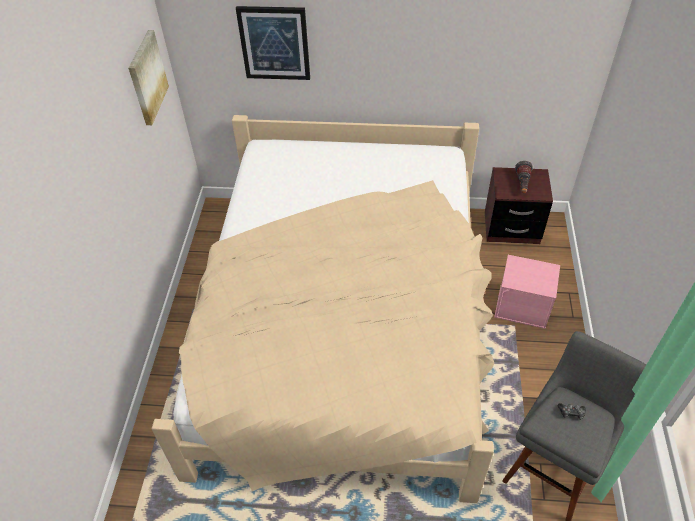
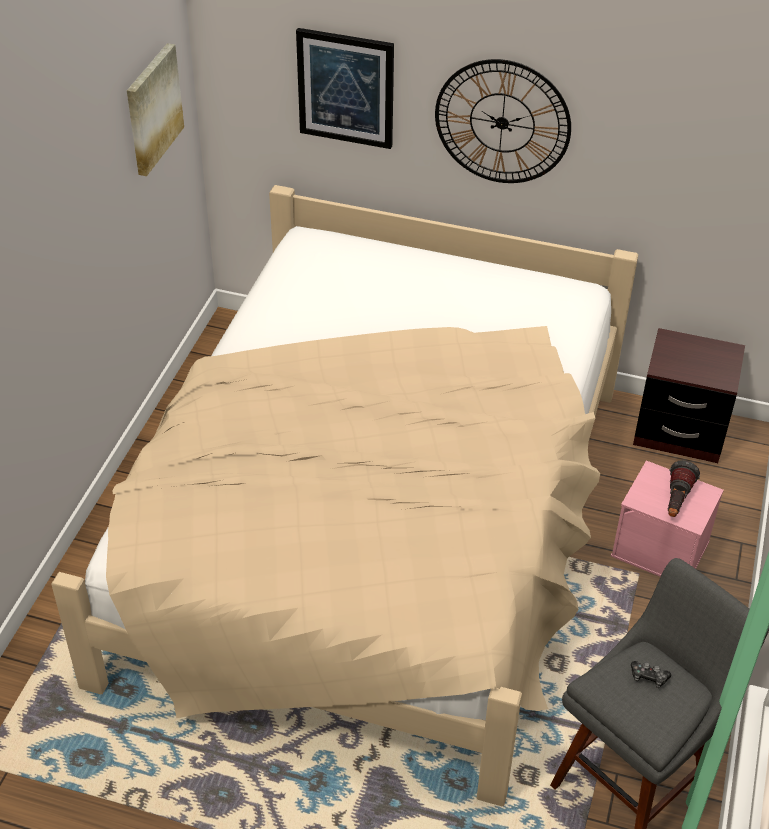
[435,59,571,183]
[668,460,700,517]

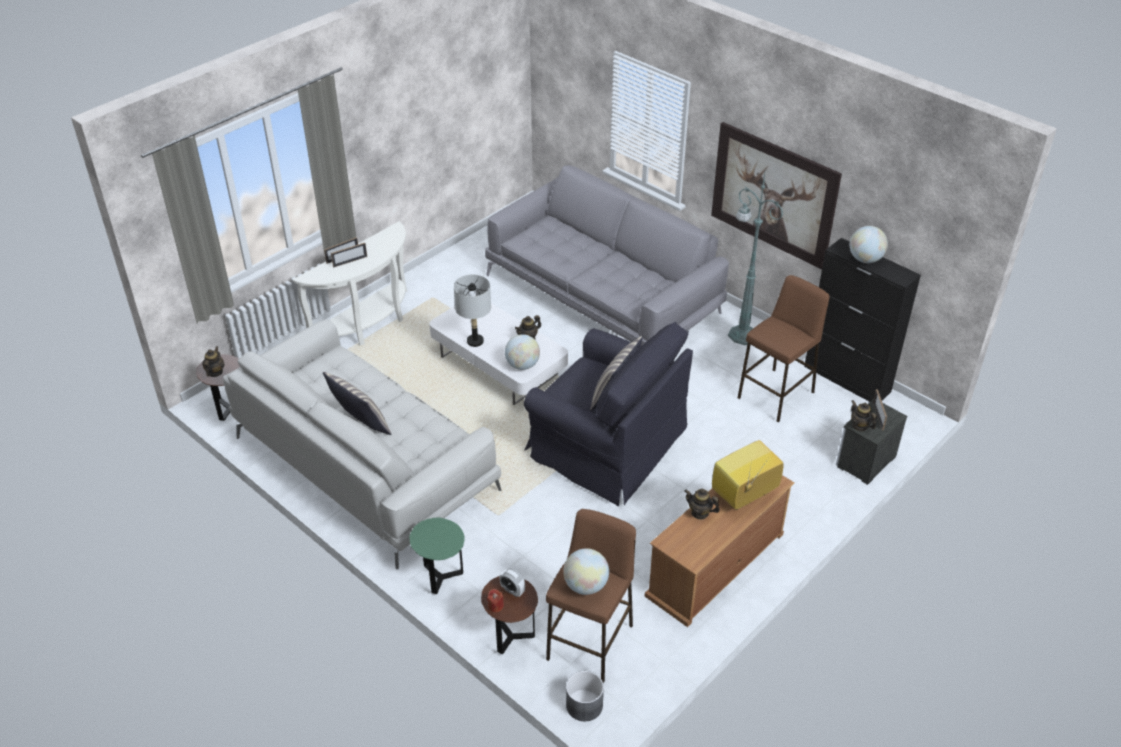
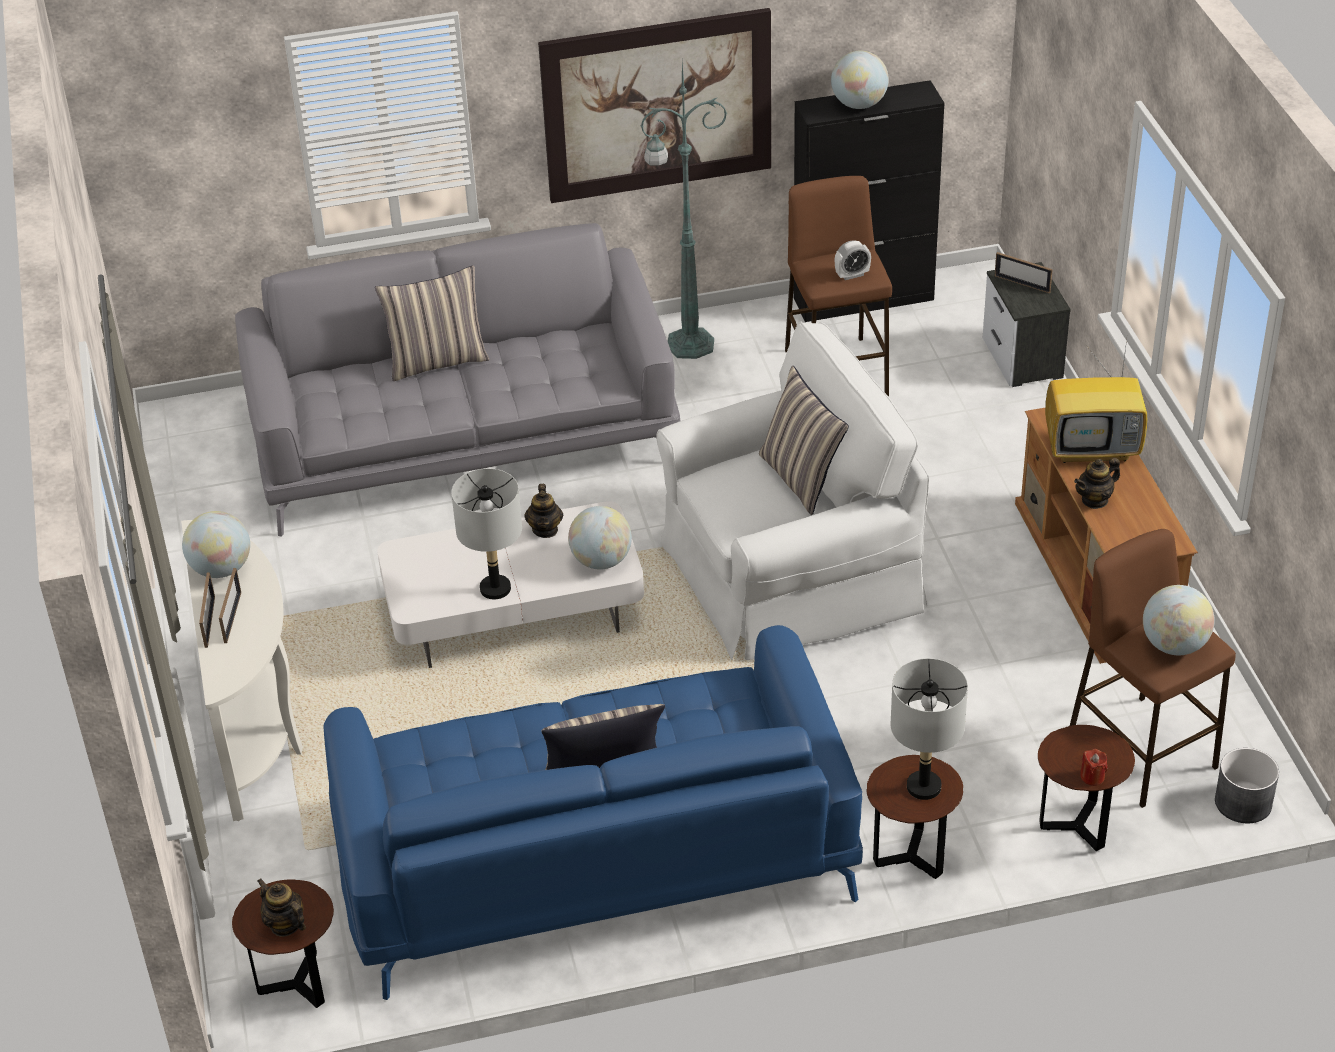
[182,511,250,578]
[323,625,863,1000]
[375,265,489,381]
[656,321,929,660]
[835,240,871,280]
[867,755,963,879]
[891,658,968,800]
[1045,332,1148,463]
[851,400,877,431] (first image)

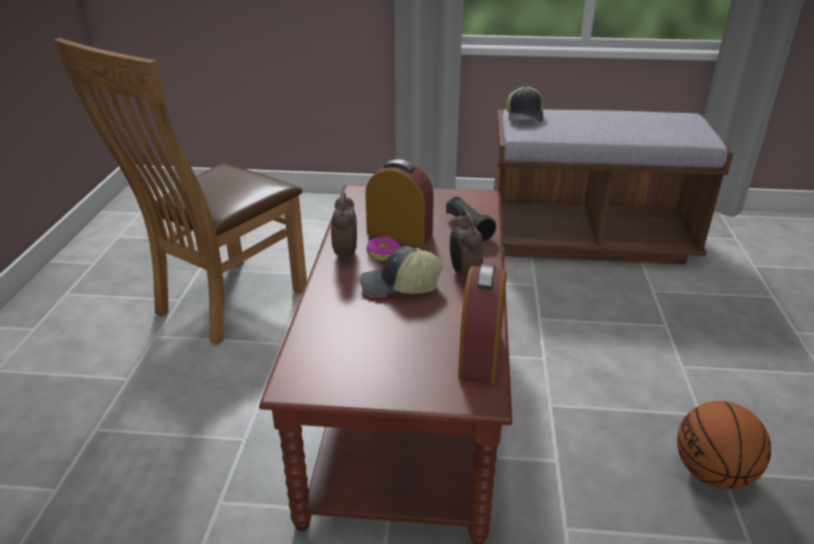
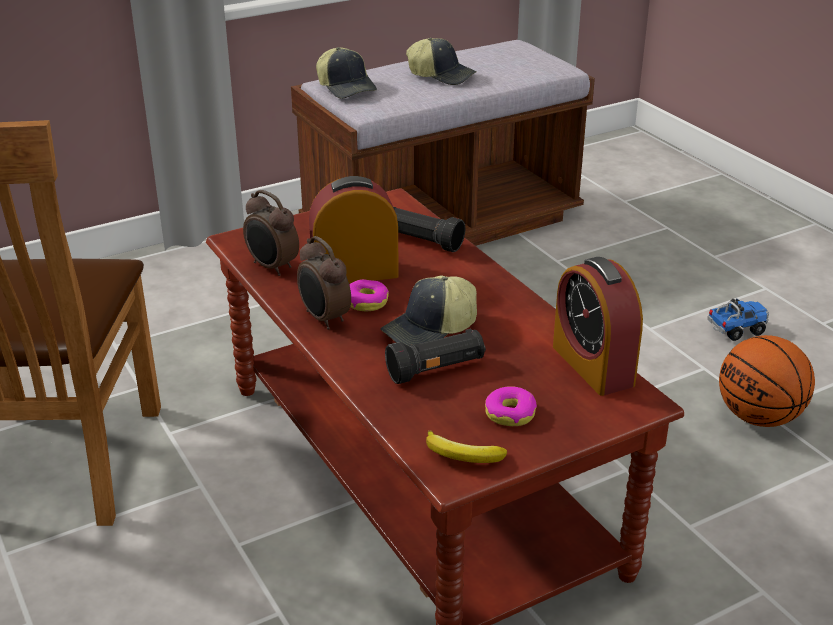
[243,190,299,276]
[385,329,486,384]
[406,38,477,85]
[426,430,507,463]
[485,386,537,426]
[708,298,769,341]

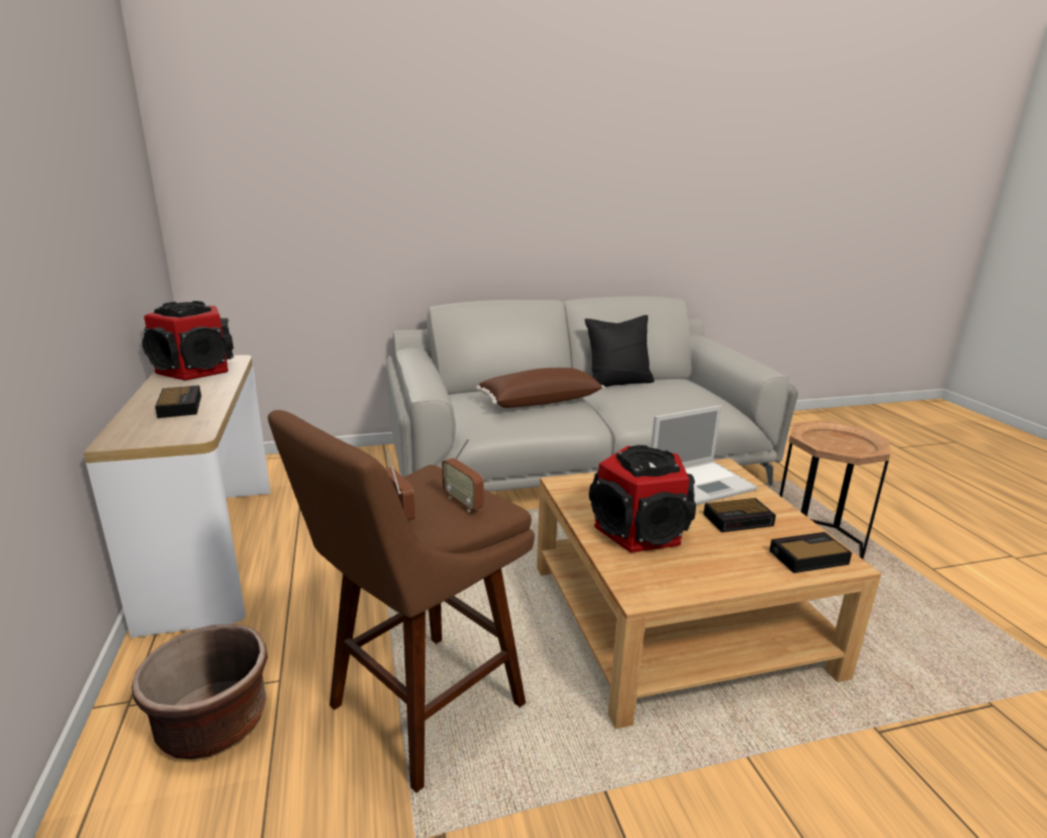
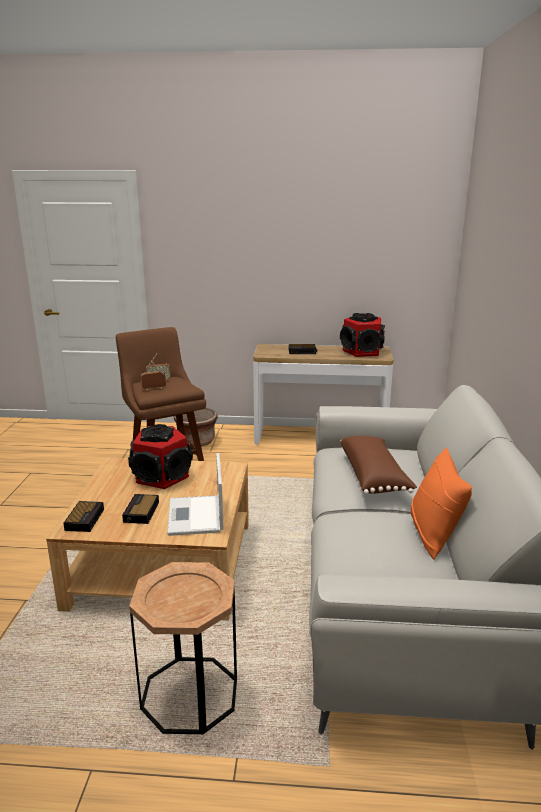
[411,448,472,560]

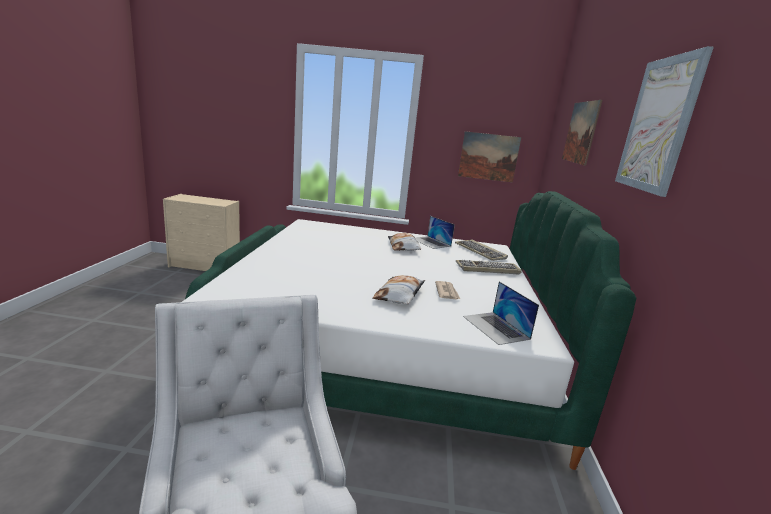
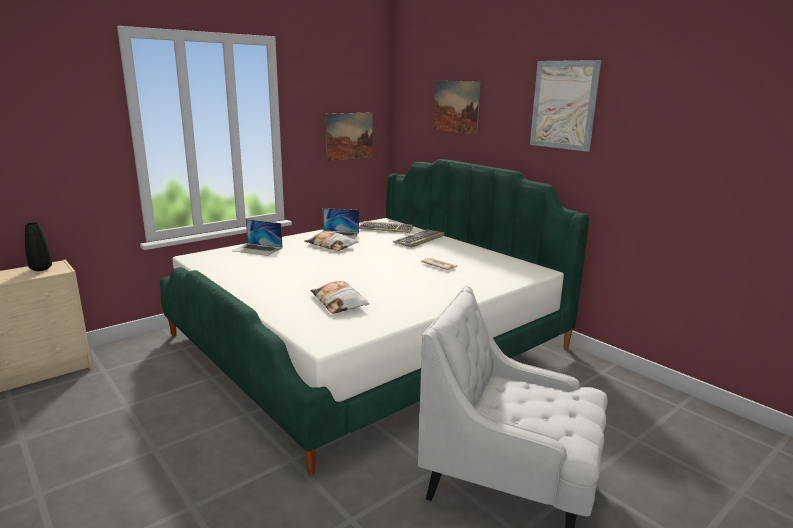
[25,222,52,271]
[232,219,283,256]
[310,281,369,314]

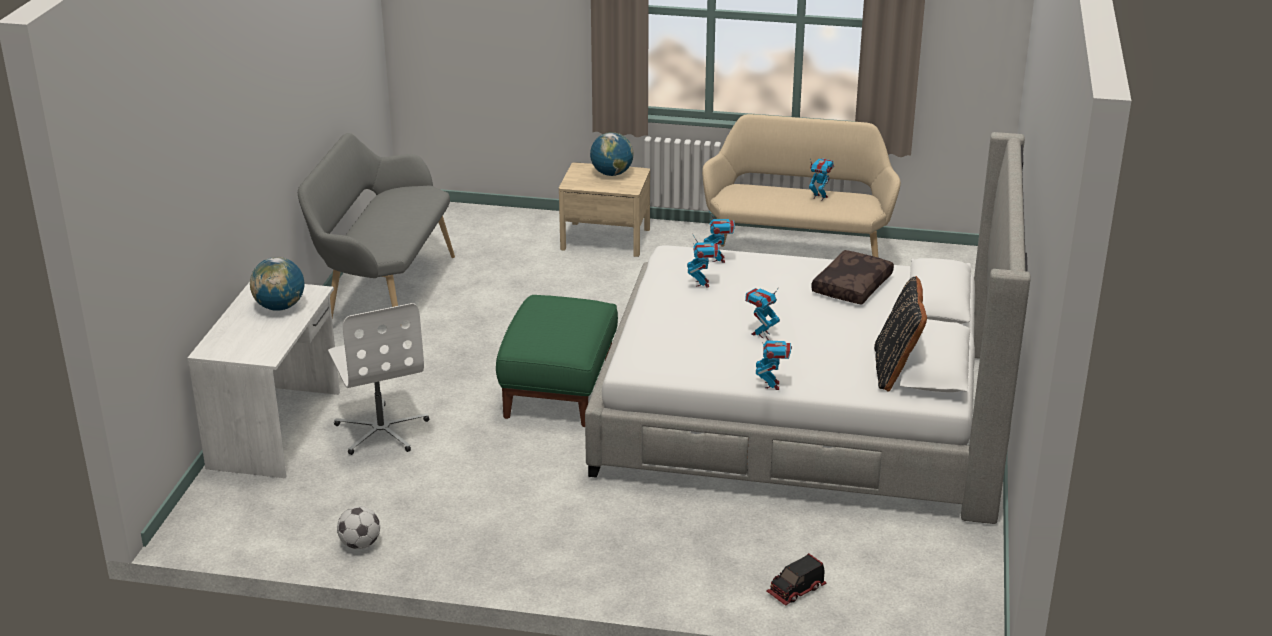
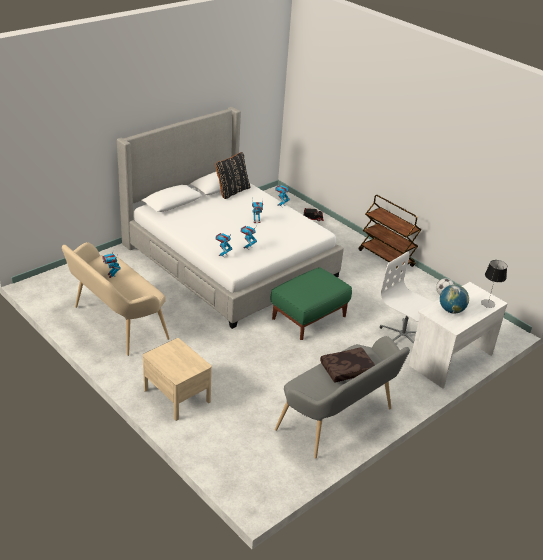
[320,347,375,383]
[358,195,421,269]
[380,252,434,344]
[481,260,507,308]
[590,132,634,176] (first image)

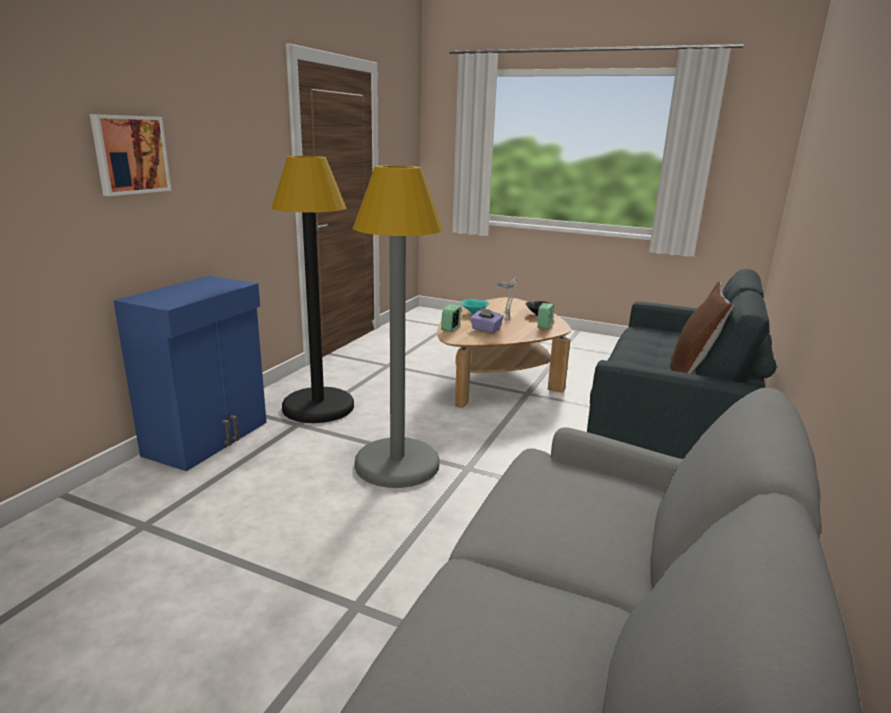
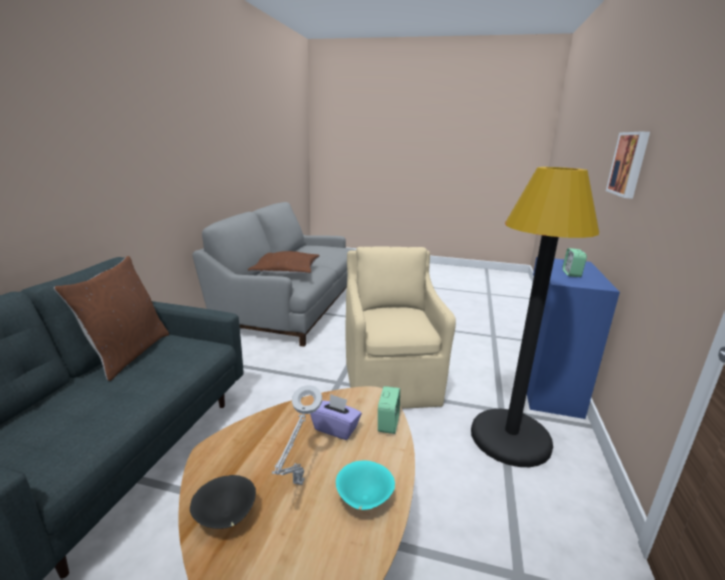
[248,251,320,275]
[345,246,456,409]
[562,248,587,277]

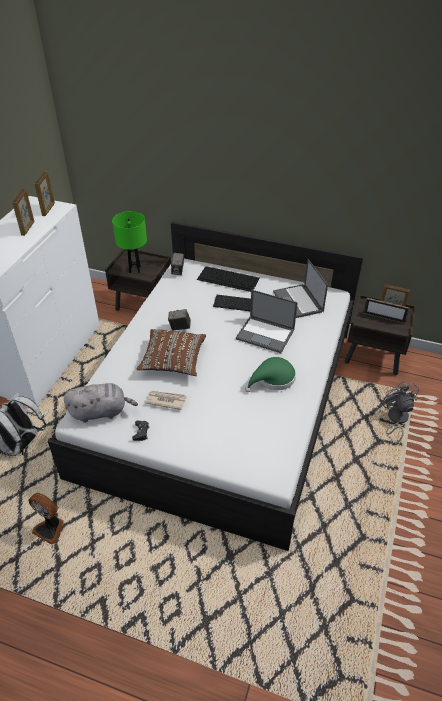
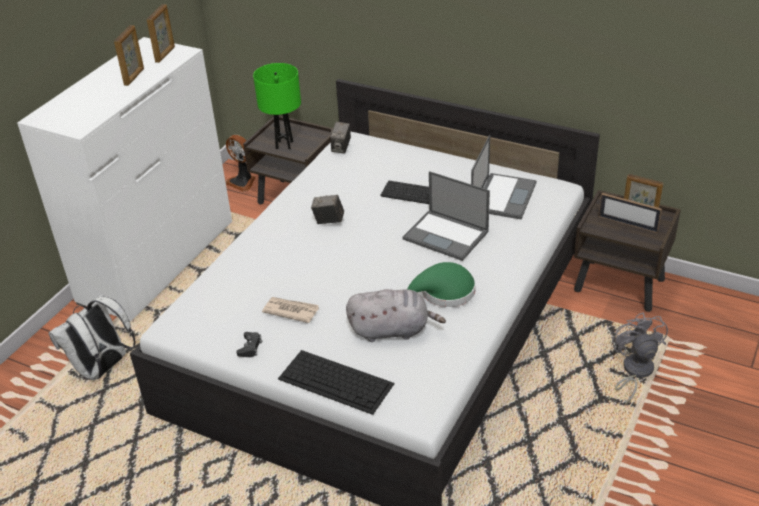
[226,135,255,192]
[278,350,395,415]
[346,289,446,342]
[471,135,537,219]
[137,329,206,376] (first image)

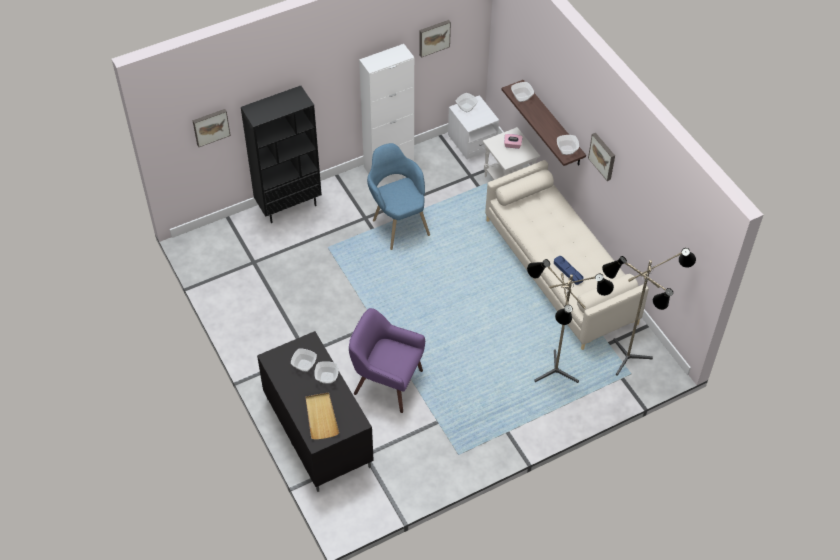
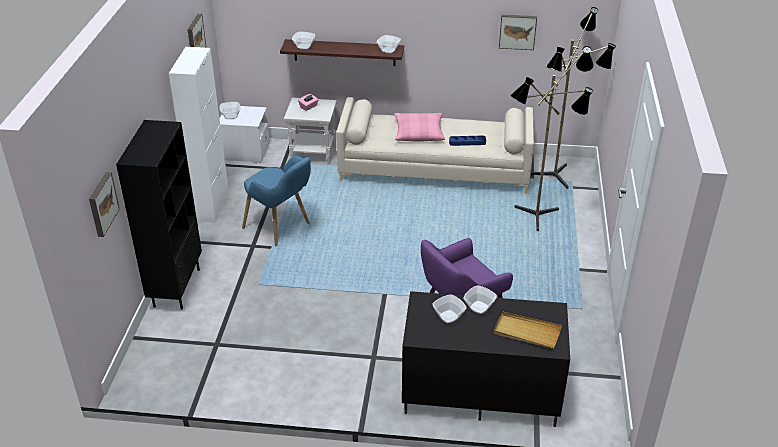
[242,156,311,246]
[394,113,445,141]
[499,14,537,50]

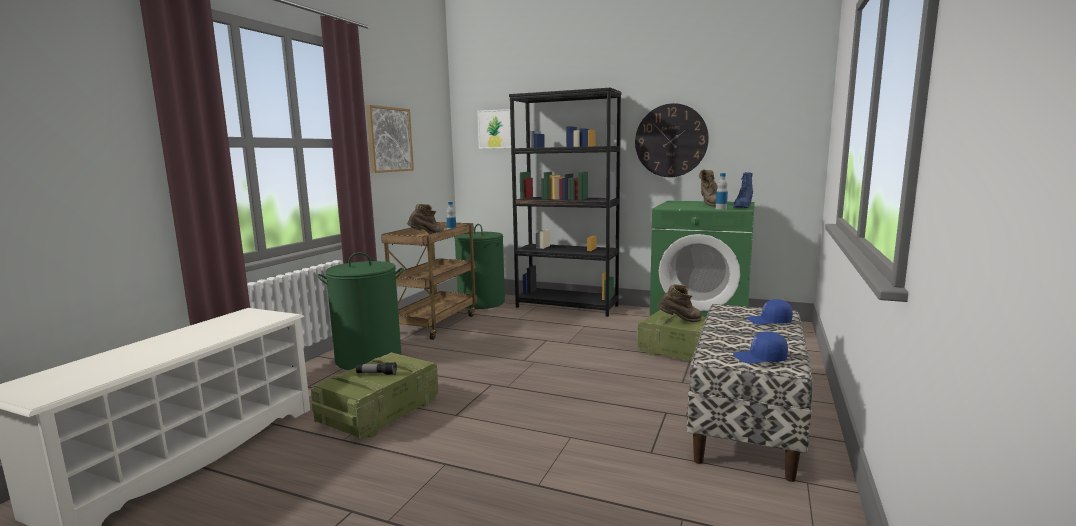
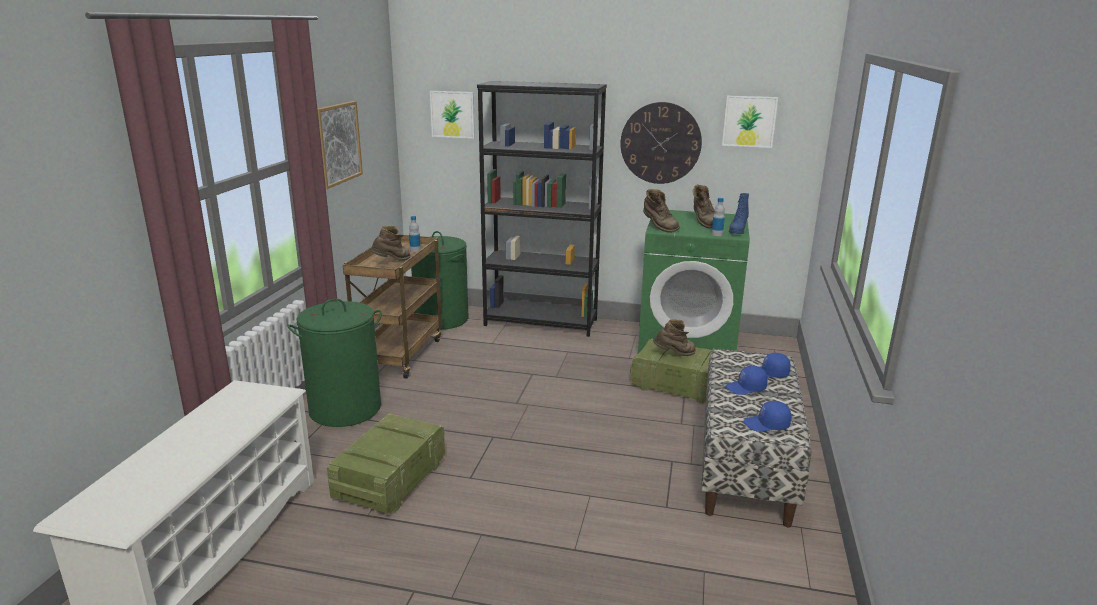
[643,189,680,233]
[722,96,778,148]
[726,366,768,395]
[356,362,397,375] (first image)

